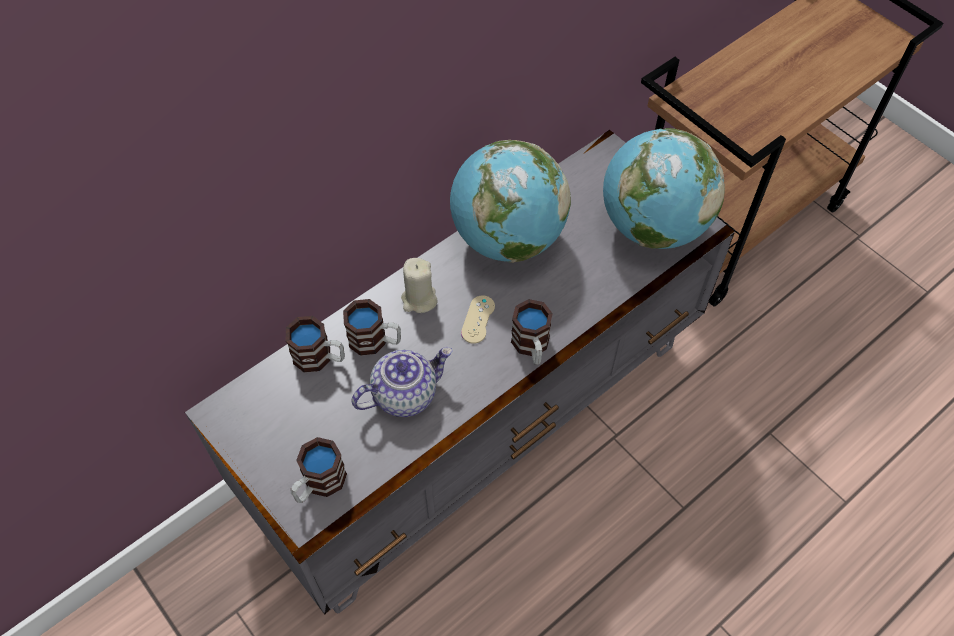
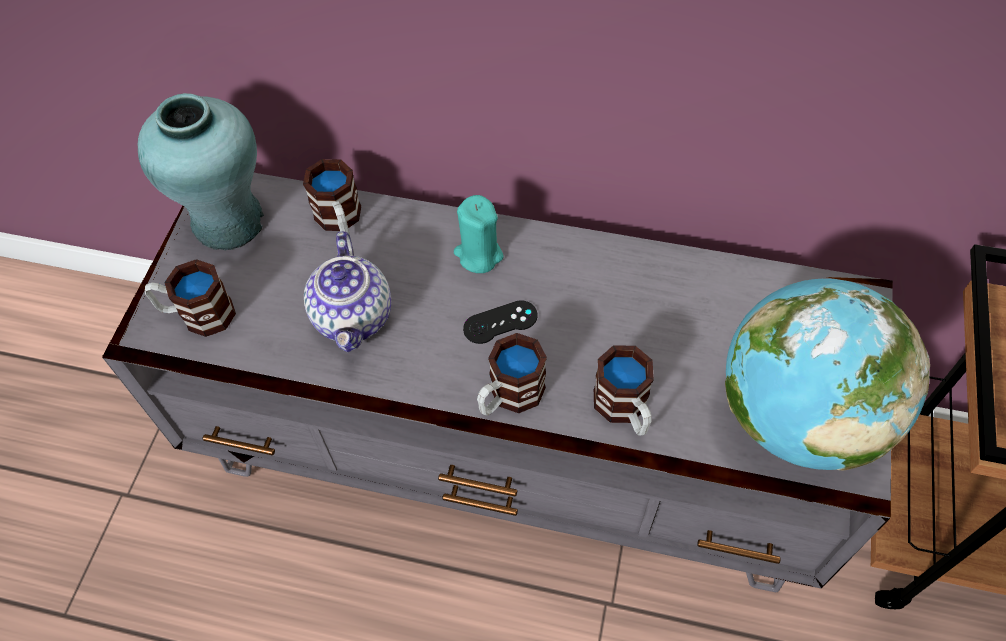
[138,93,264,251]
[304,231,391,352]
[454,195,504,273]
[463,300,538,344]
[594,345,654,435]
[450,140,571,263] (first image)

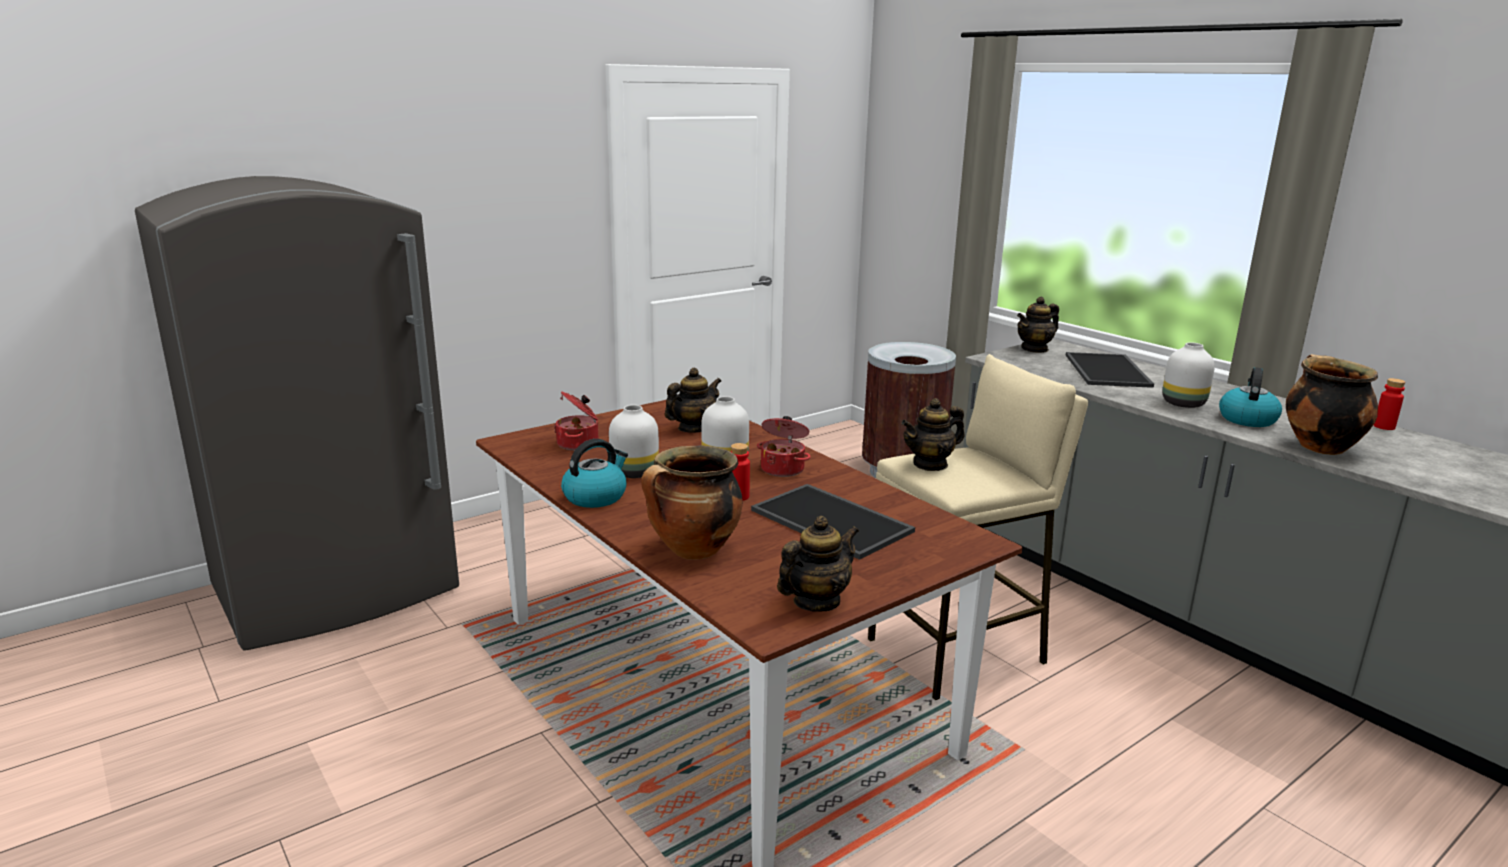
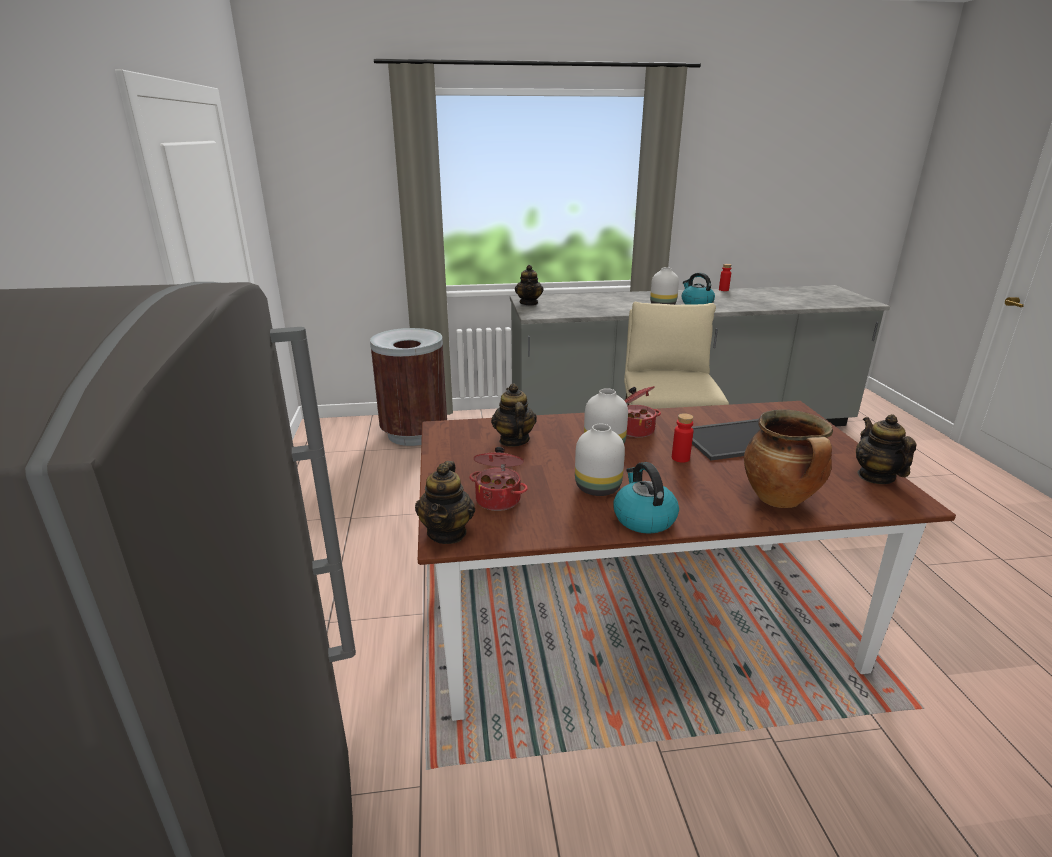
[415,461,475,544]
[1066,352,1154,388] (first image)
[1286,354,1378,455] (first image)

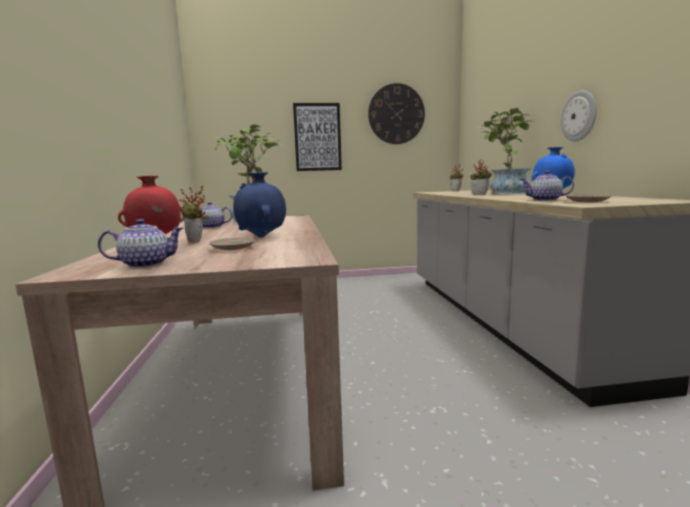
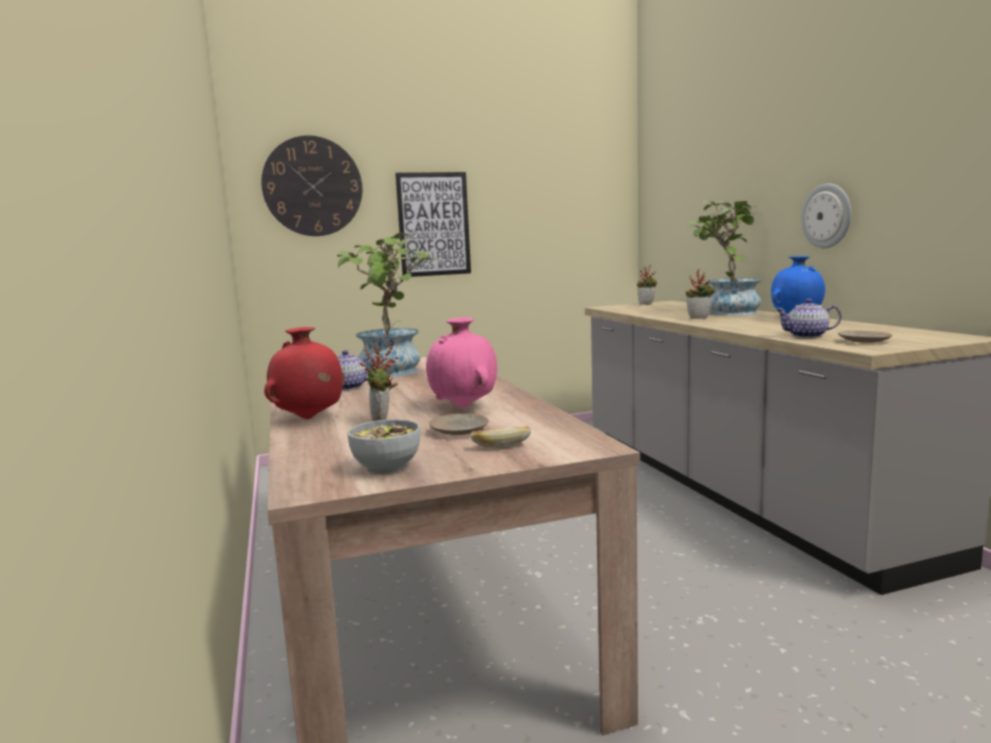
[261,135,362,236]
[348,419,420,474]
[426,317,497,408]
[470,426,531,447]

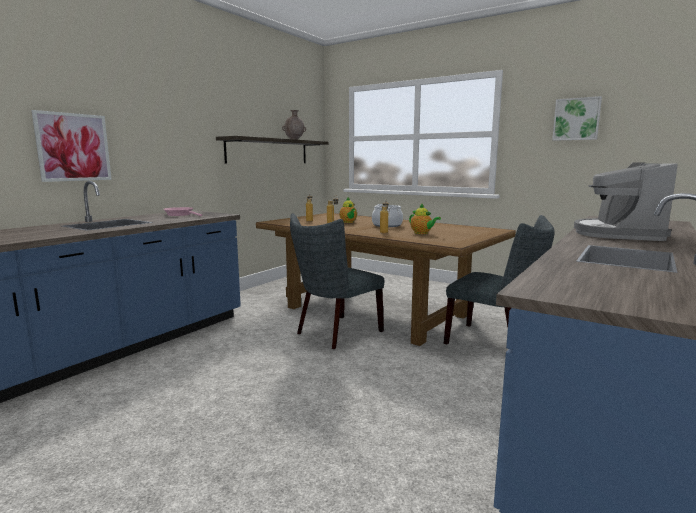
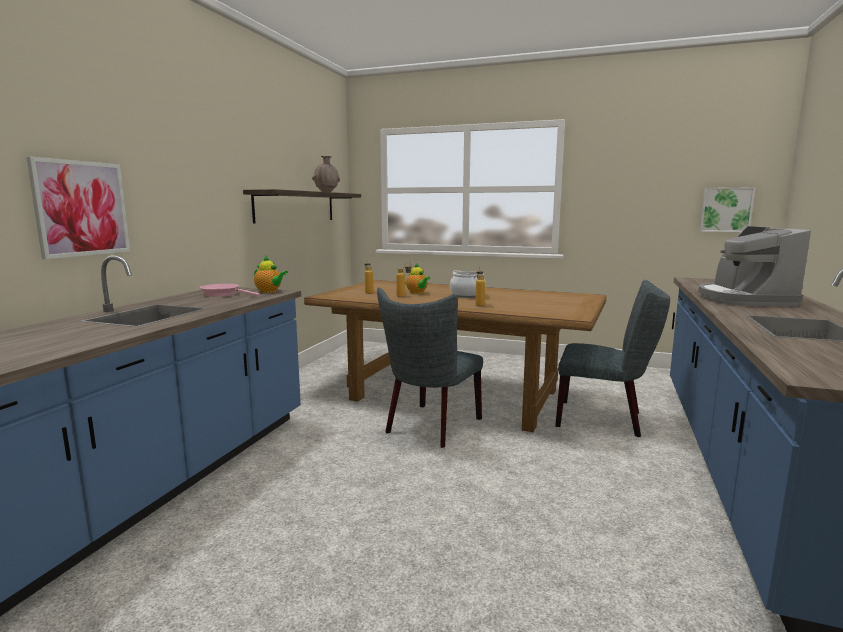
[254,255,288,293]
[700,187,755,232]

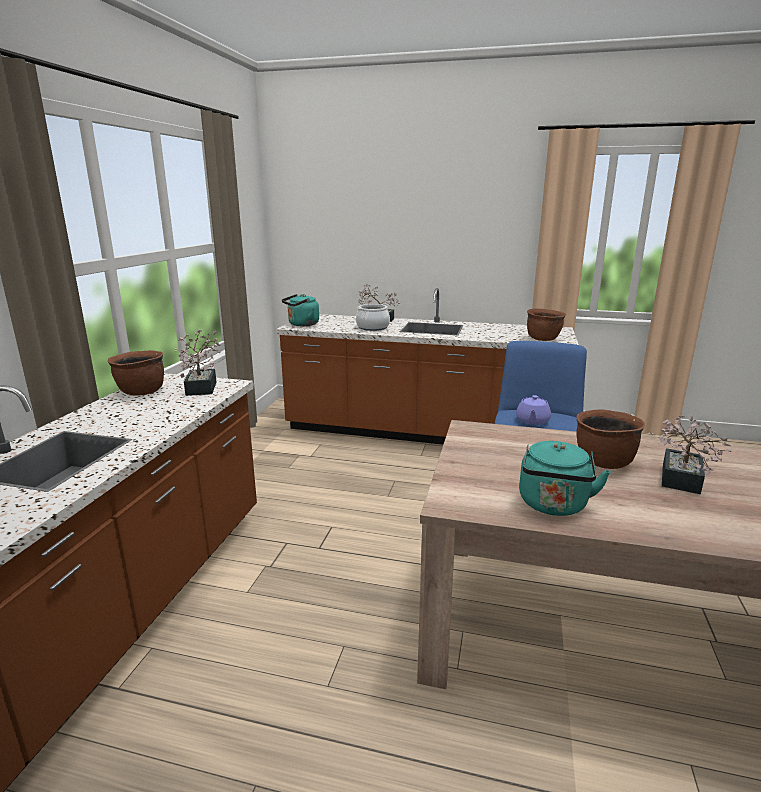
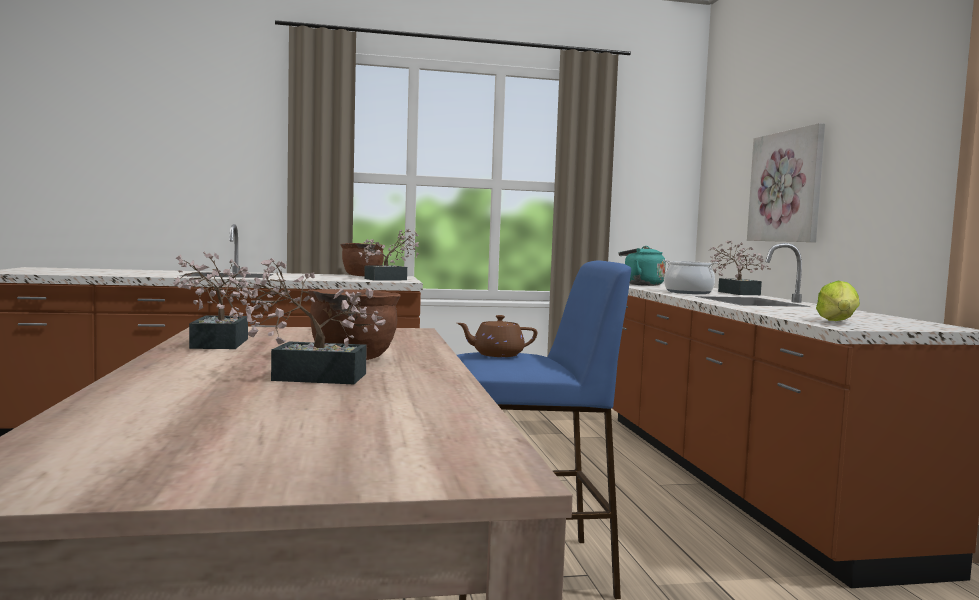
[173,251,255,349]
[457,315,537,357]
[747,123,825,242]
[816,281,860,321]

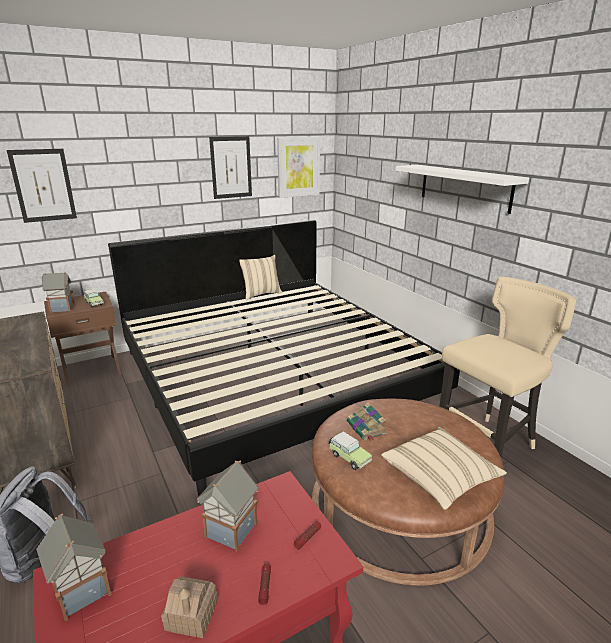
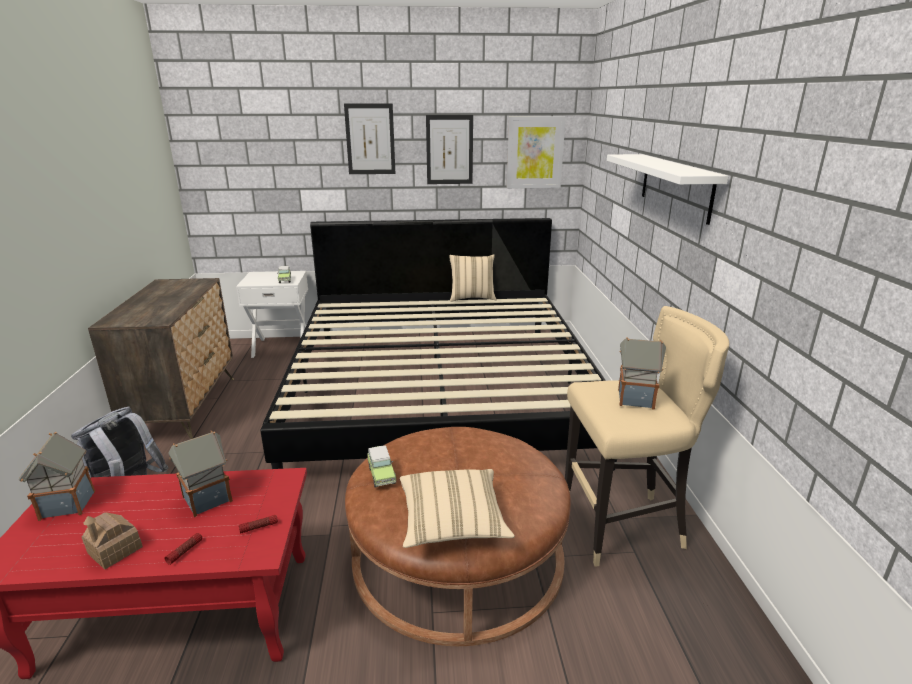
[236,271,308,358]
[344,103,396,174]
[618,337,666,410]
[347,402,387,441] (first image)

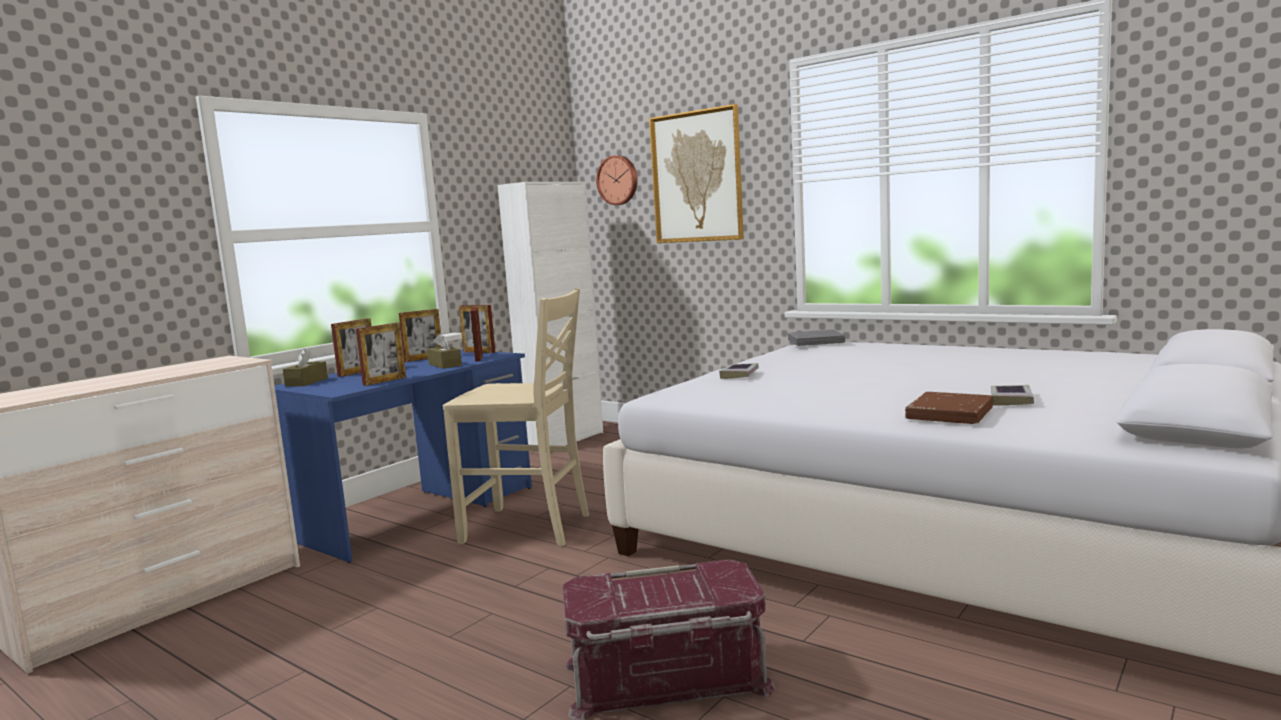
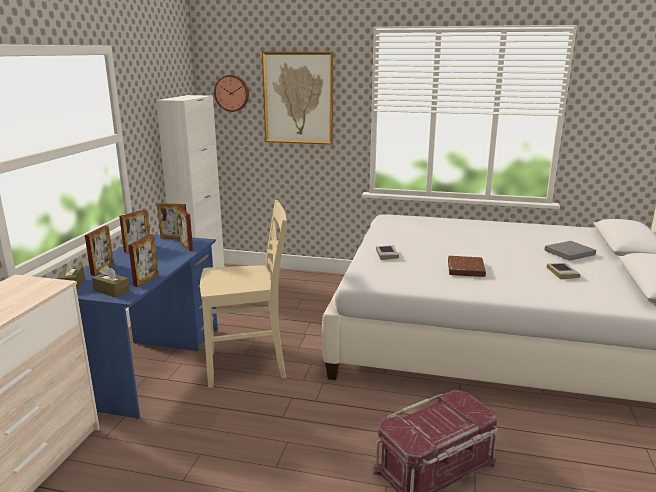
[92,265,130,298]
[448,256,486,277]
[544,241,596,260]

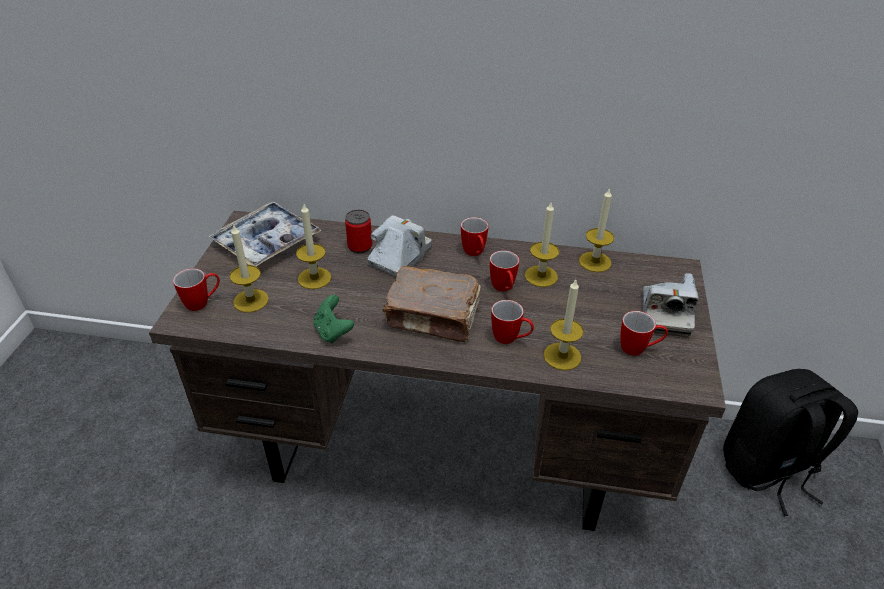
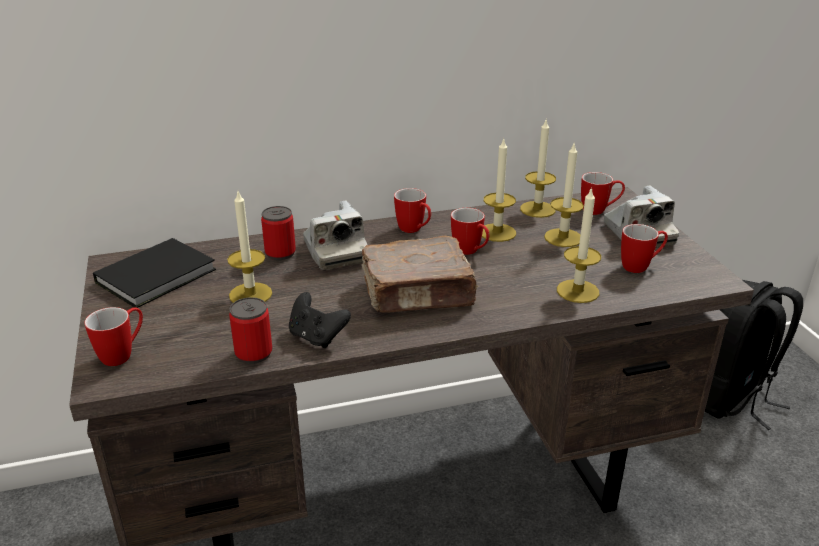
[93,238,216,308]
[229,297,272,364]
[289,292,351,348]
[303,200,367,270]
[544,144,584,247]
[581,172,625,215]

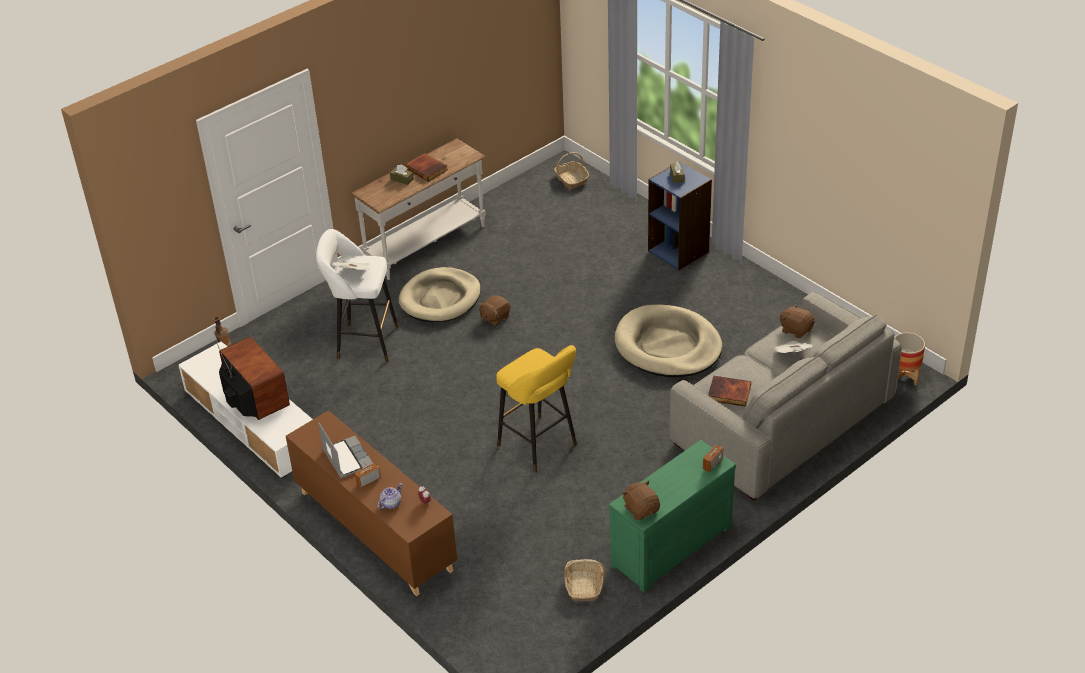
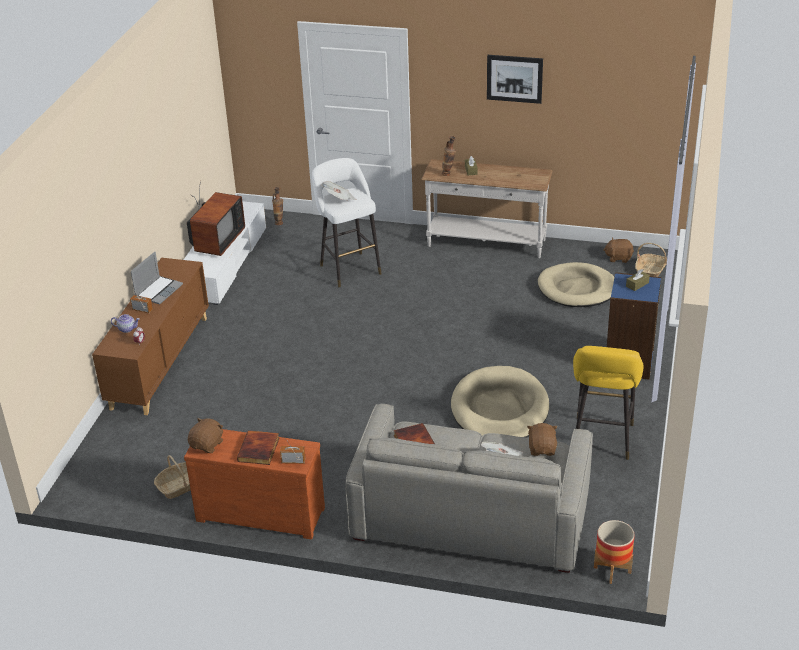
[184,429,325,539]
[237,431,279,465]
[442,136,456,176]
[487,55,543,104]
[538,262,614,307]
[573,346,644,460]
[603,238,634,263]

